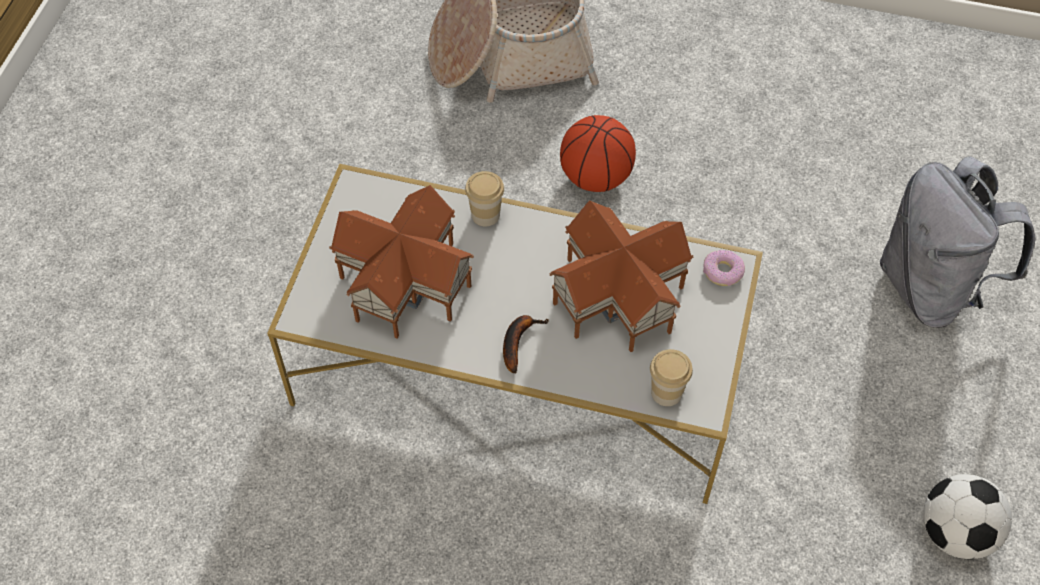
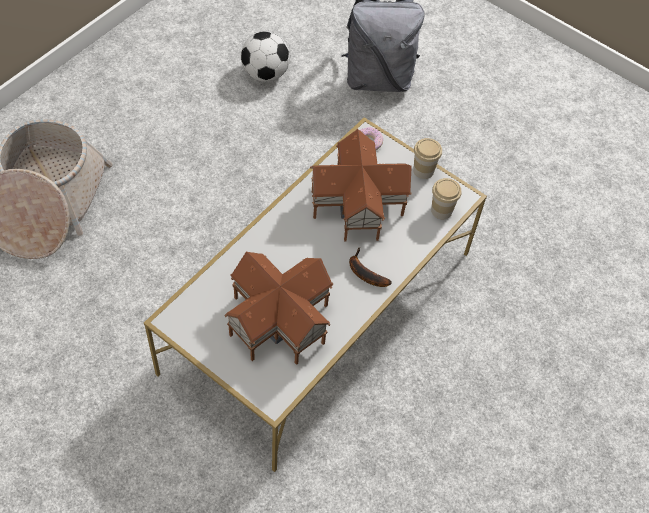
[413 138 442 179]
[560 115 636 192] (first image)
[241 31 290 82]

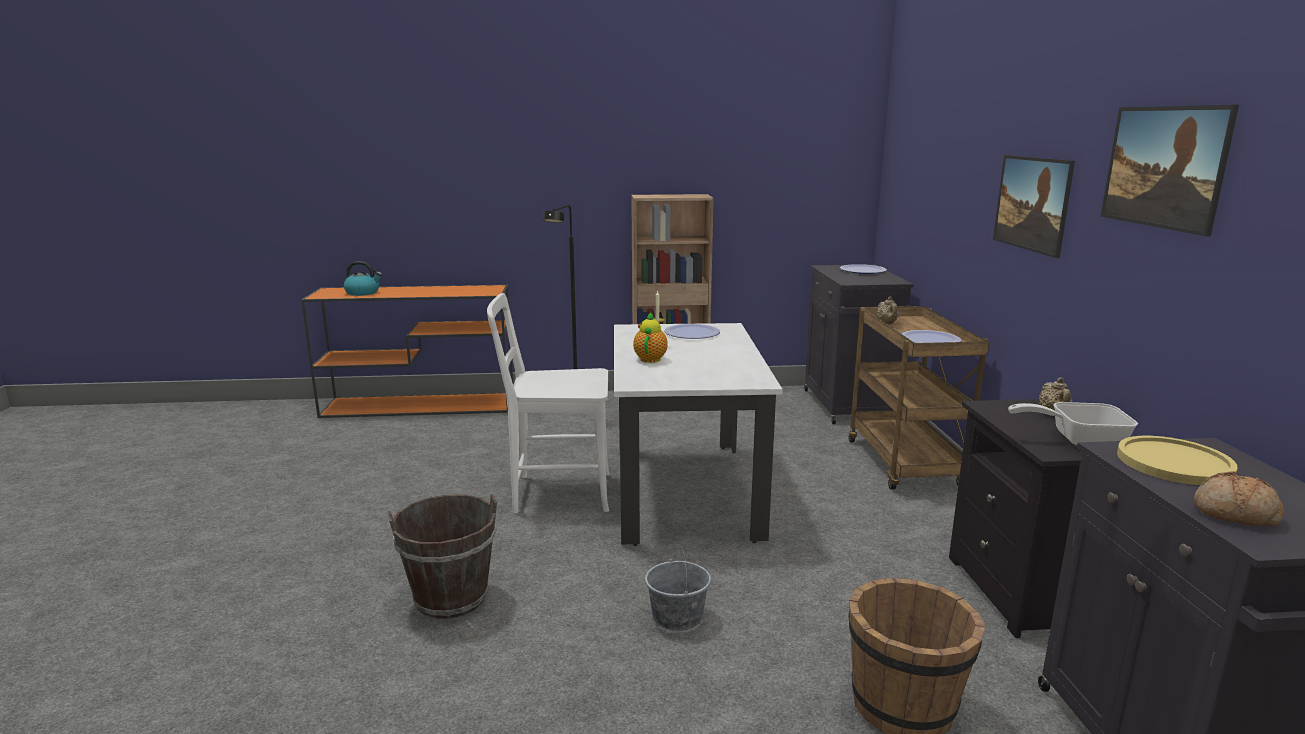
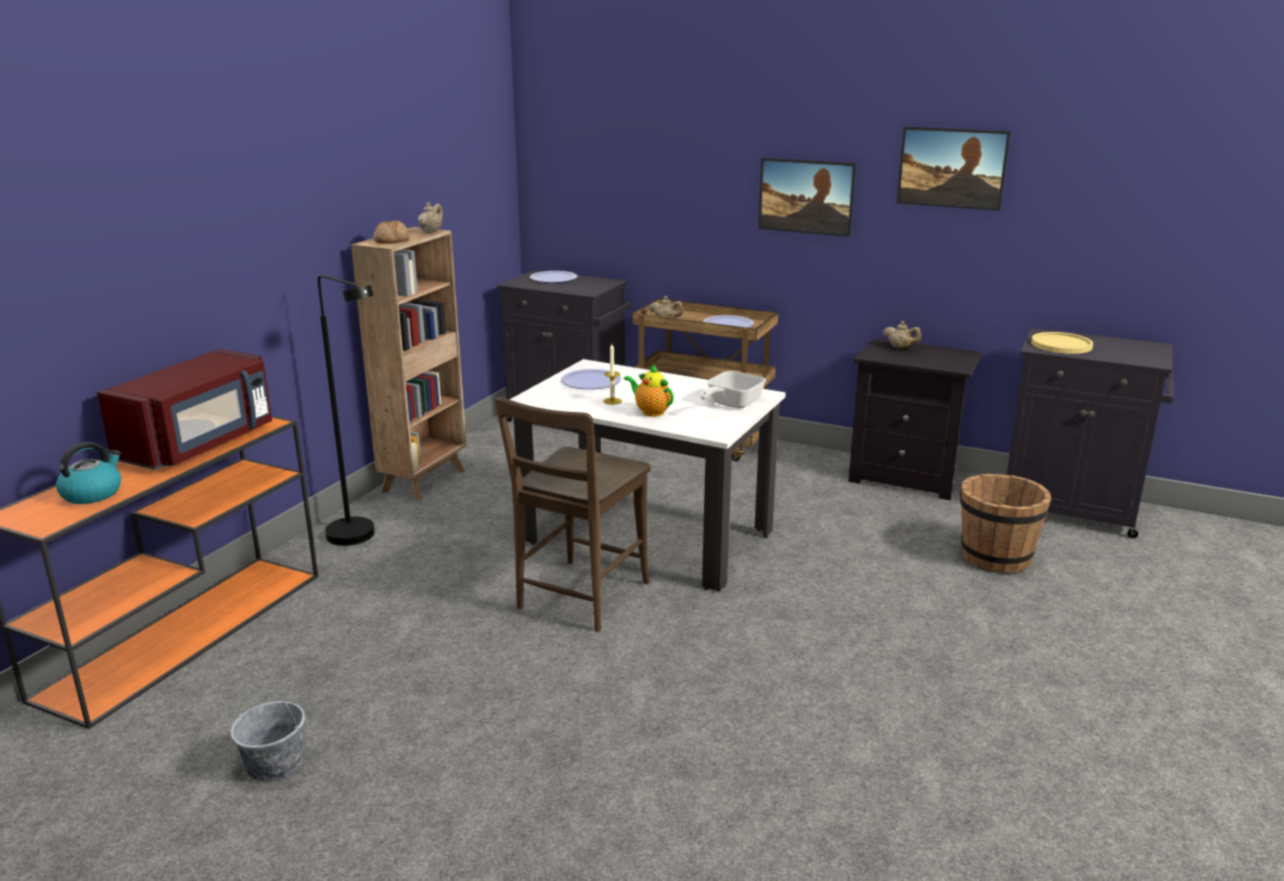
[388 494 497 619] (first image)
[495 397 651 632]
[231 689 305 781]
[700 371 766 408]
[373 220 410 244]
[97 349 272 470]
[418 202 443 233]

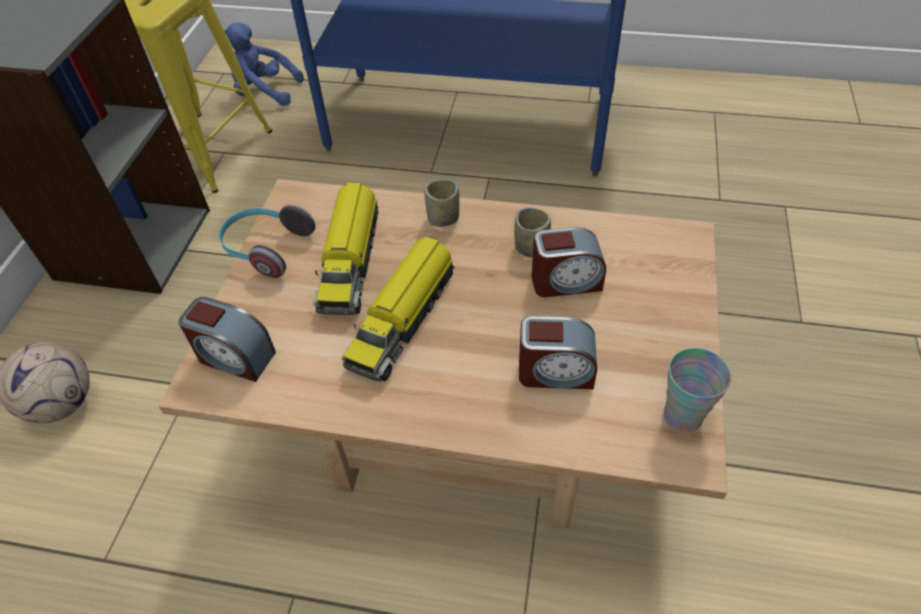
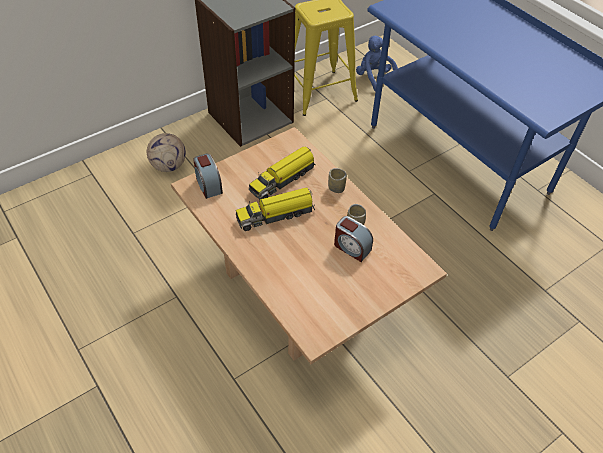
[219 205 315 278] (first image)
[519 316 597 389] (first image)
[664 348 731 432] (first image)

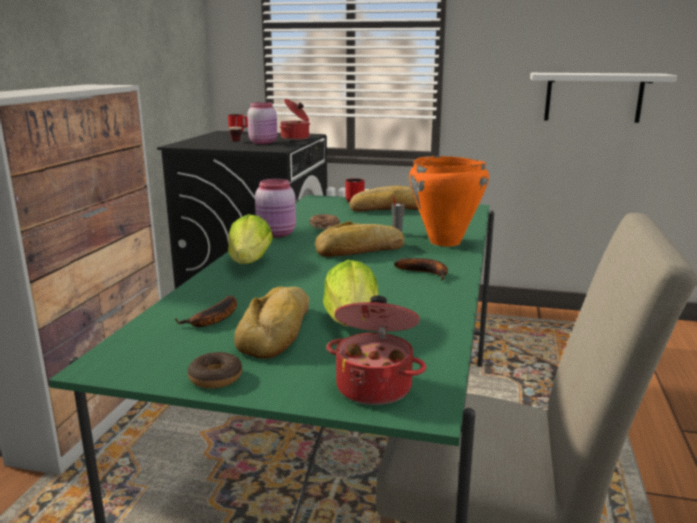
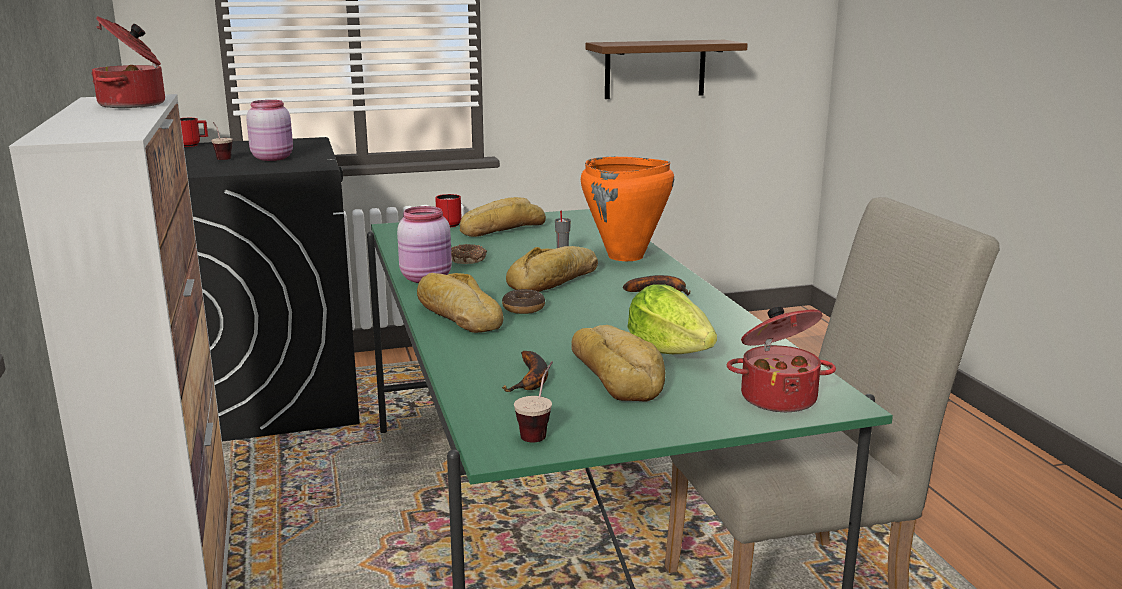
[502 289 545 314]
[417 273 504 333]
[91 16 165 108]
[586 40 748 99]
[514 361 553 442]

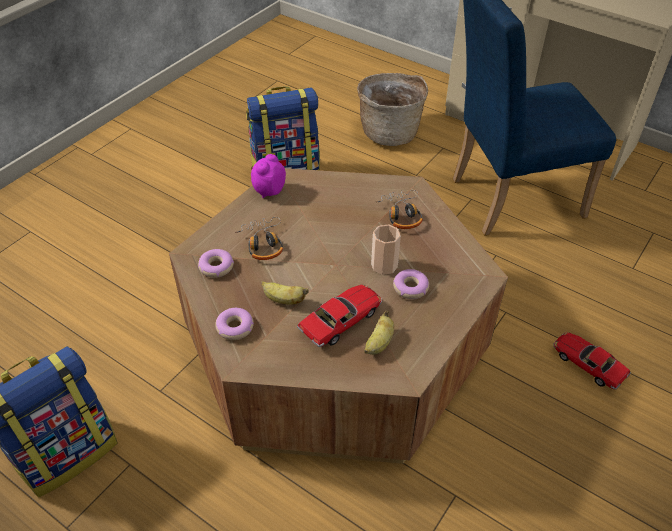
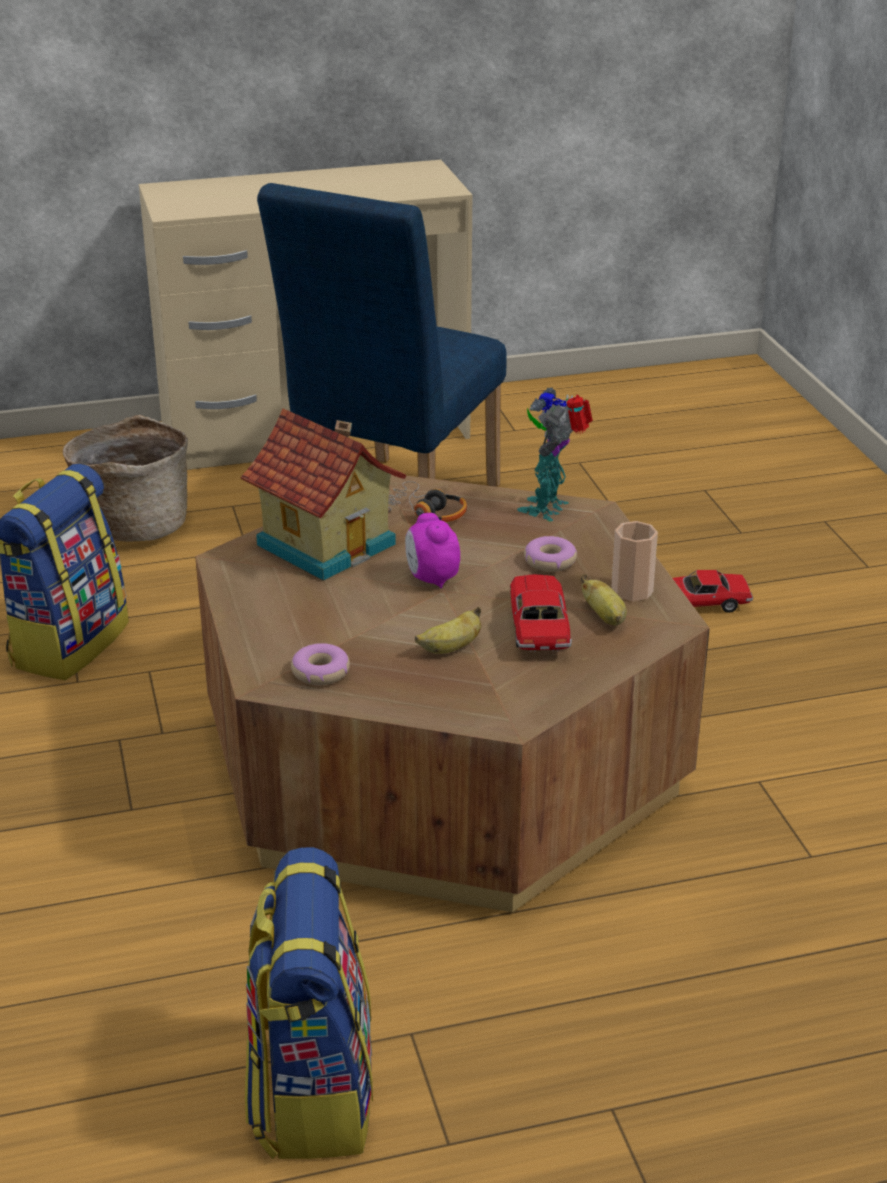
[215 308 254 340] (first image)
[235 217 283 260] (first image)
[405 513 460 589]
[611 521 658 601]
[241 408 406 581]
[517 388 593 521]

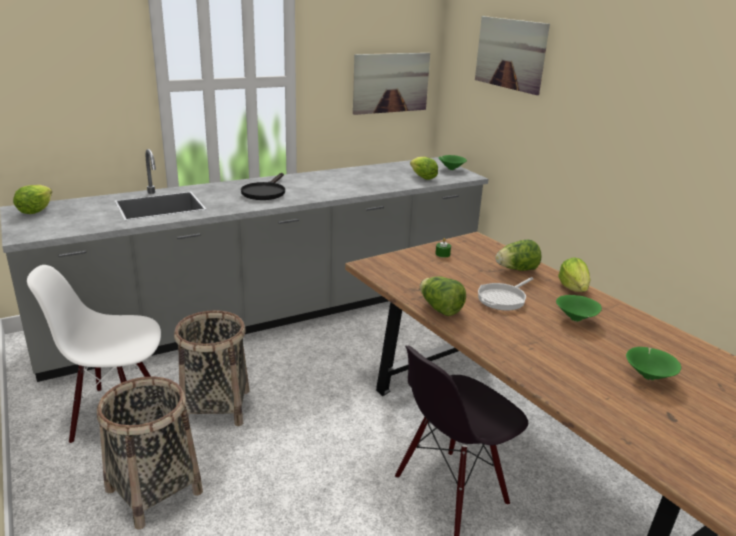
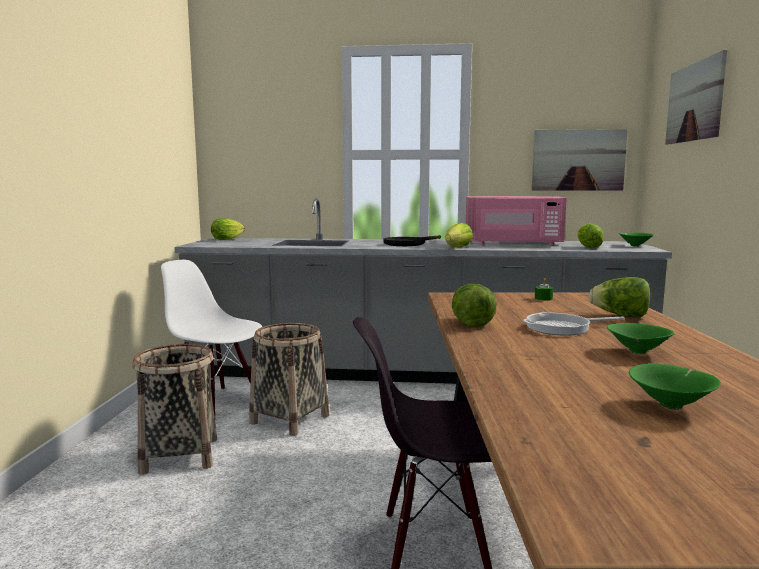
[445 223 473 247]
[466 196 567 245]

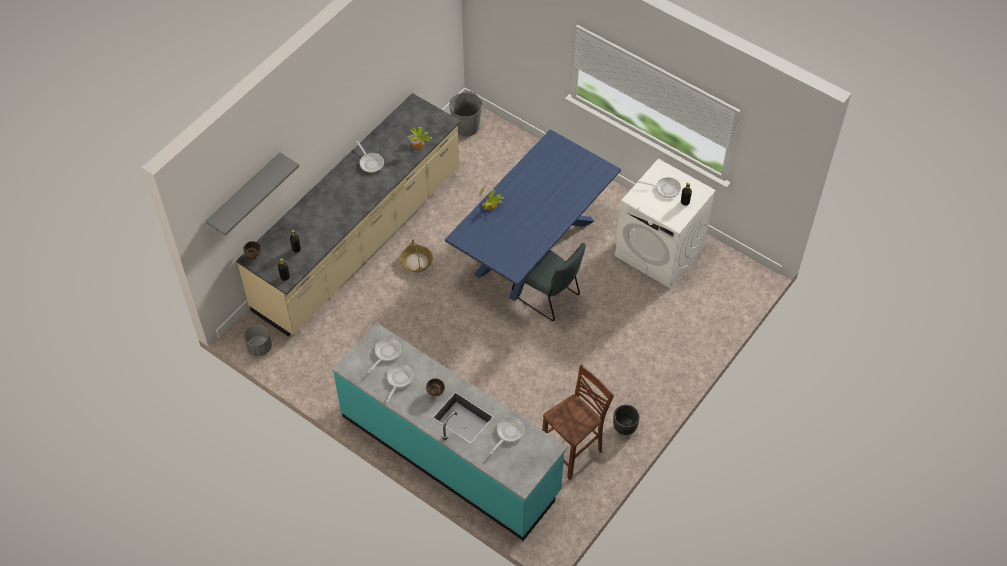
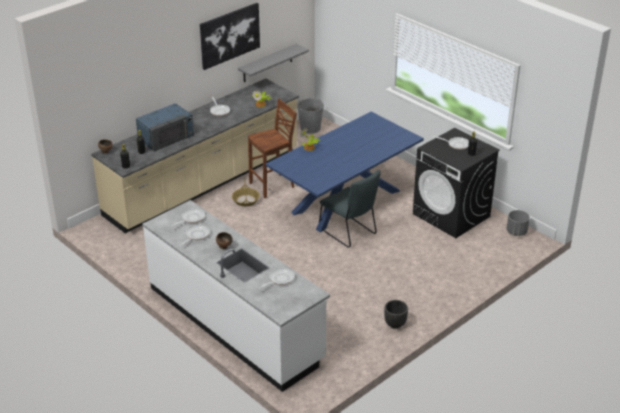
[238 44 309 82]
[507 210 530 236]
[142 200 330 392]
[248 99 297 198]
[413 128 500 238]
[136 103 194 151]
[200 3 260 70]

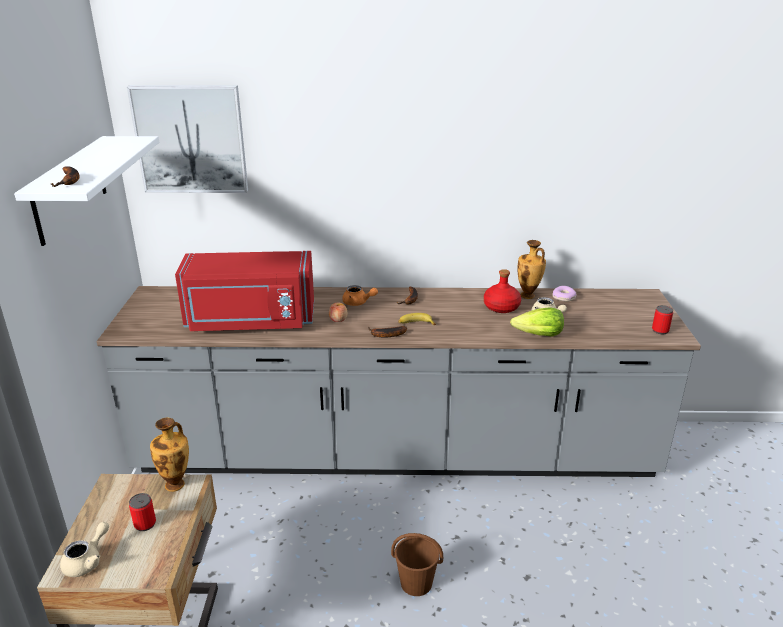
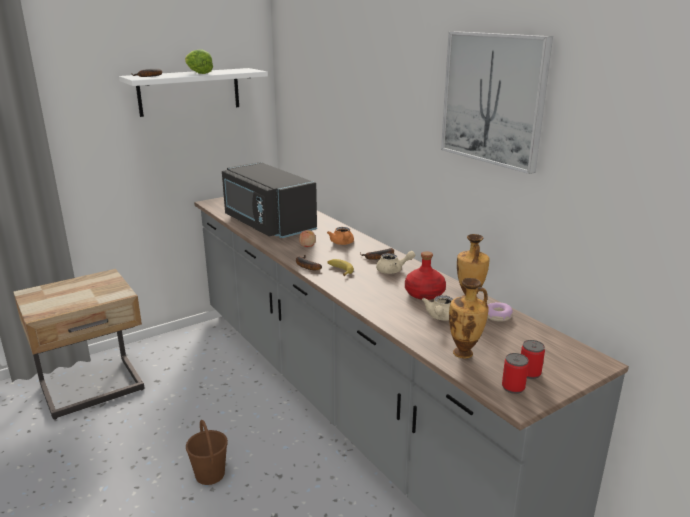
[376 251 415 274]
[441 31 553 174]
[521 340 545 379]
[449 278 489 358]
[222 162 317 238]
[185 49 213 74]

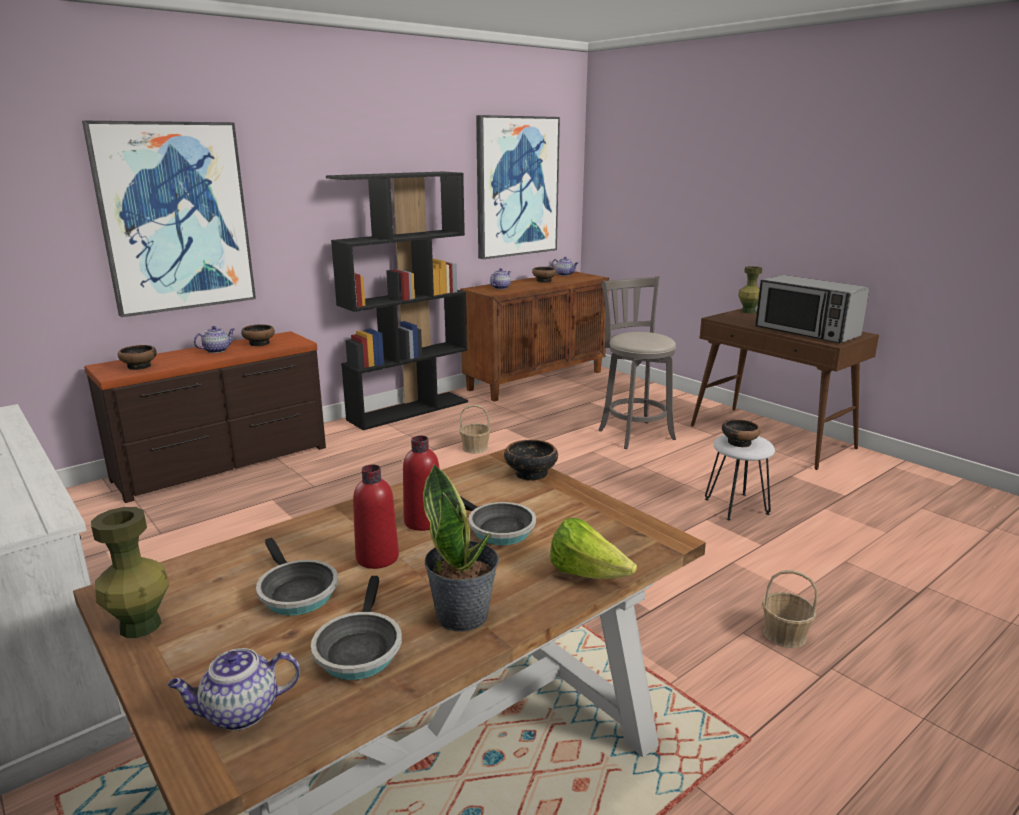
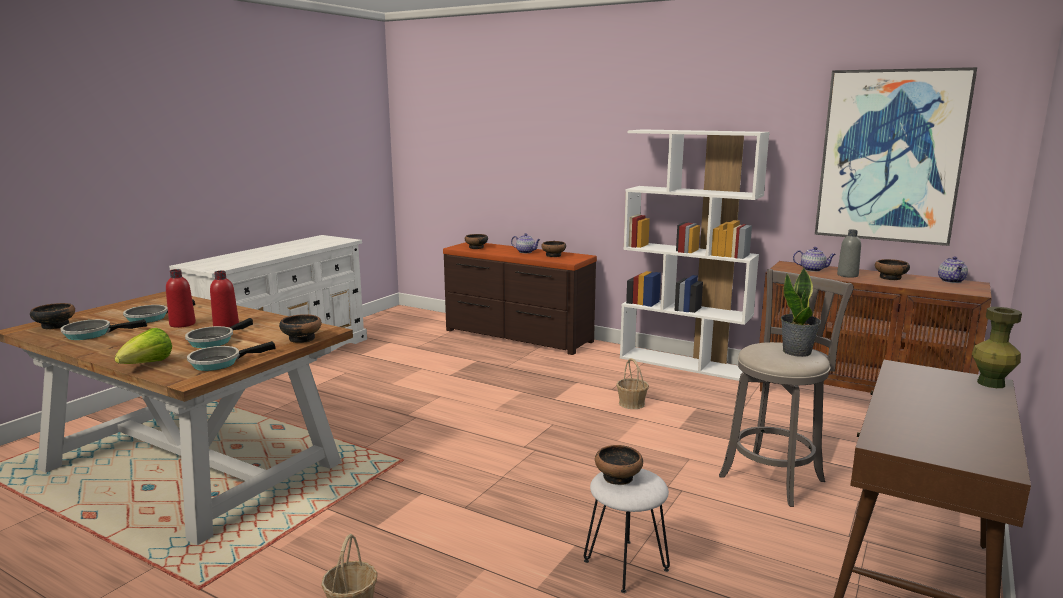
[82 121 256 317] (first image)
[91 507 169 638] (first image)
[30 303 75 329]
[620 129 770 381]
[781 268 821 357]
[755 275 869 343] (first image)
[187 341 276 371]
[837 229 861 278]

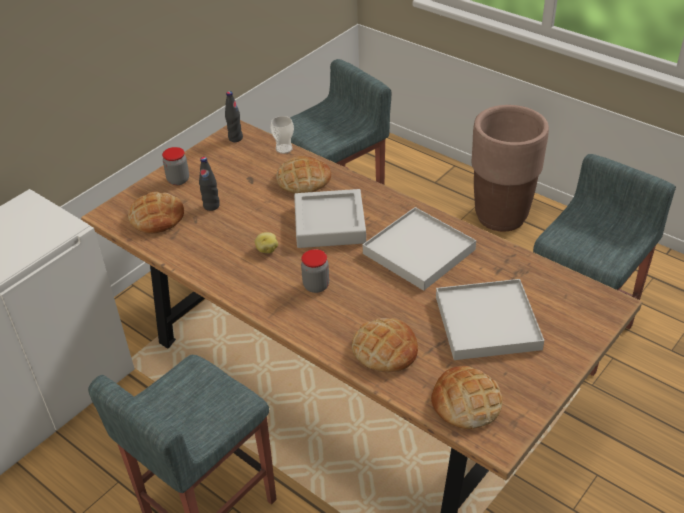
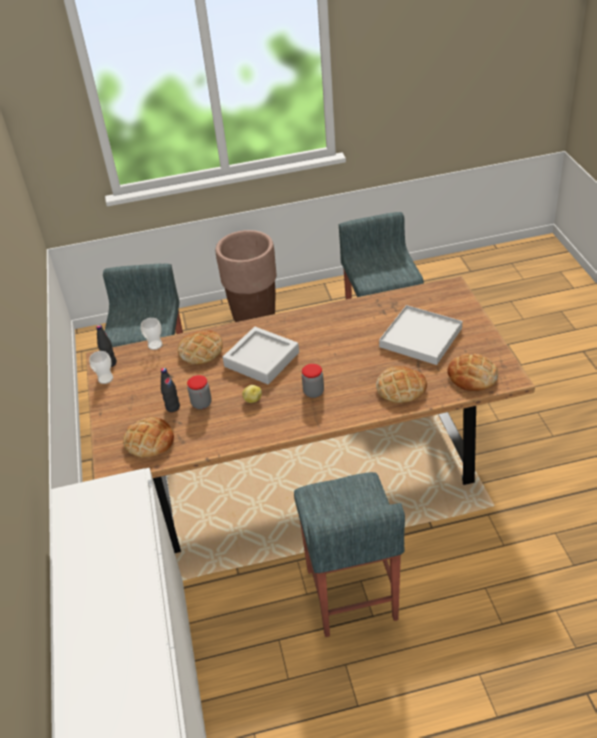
[187 375 212 409]
[363 207 476 291] (first image)
[89 351 113 384]

